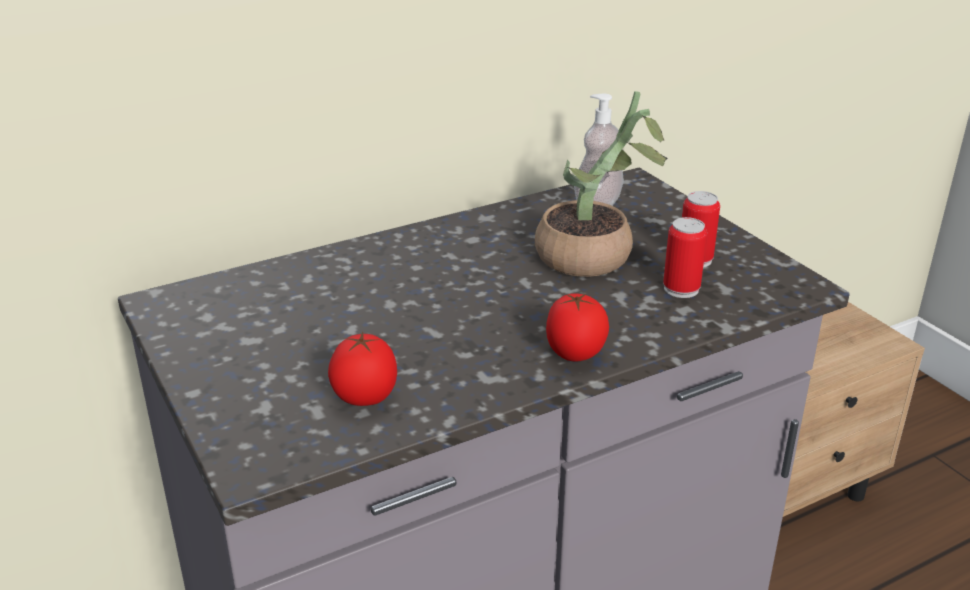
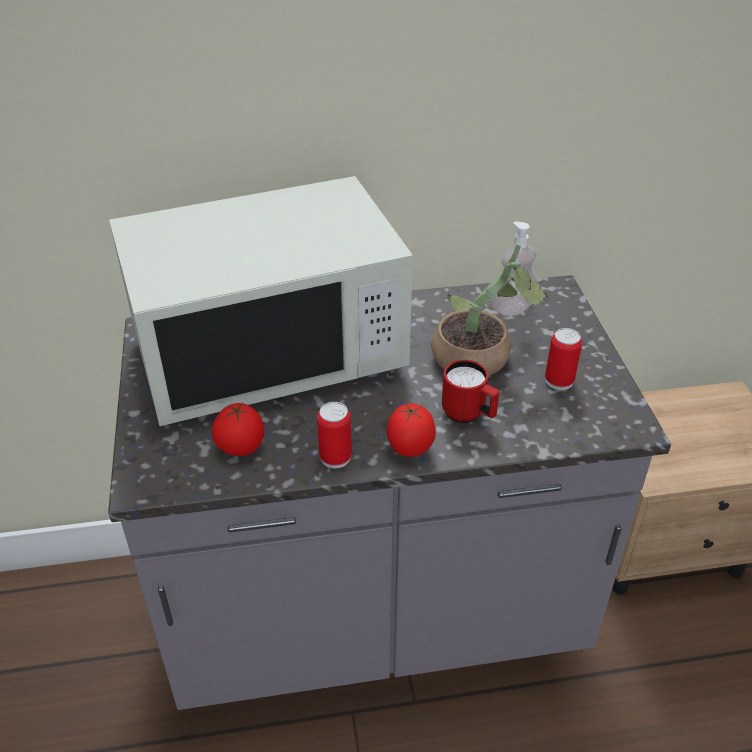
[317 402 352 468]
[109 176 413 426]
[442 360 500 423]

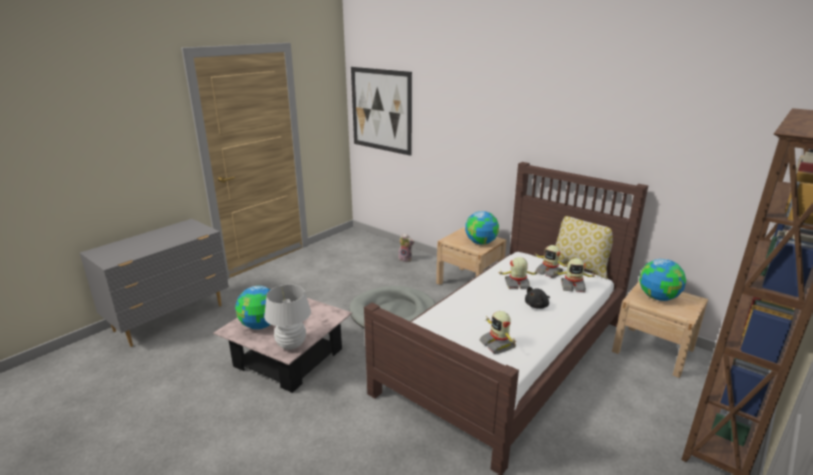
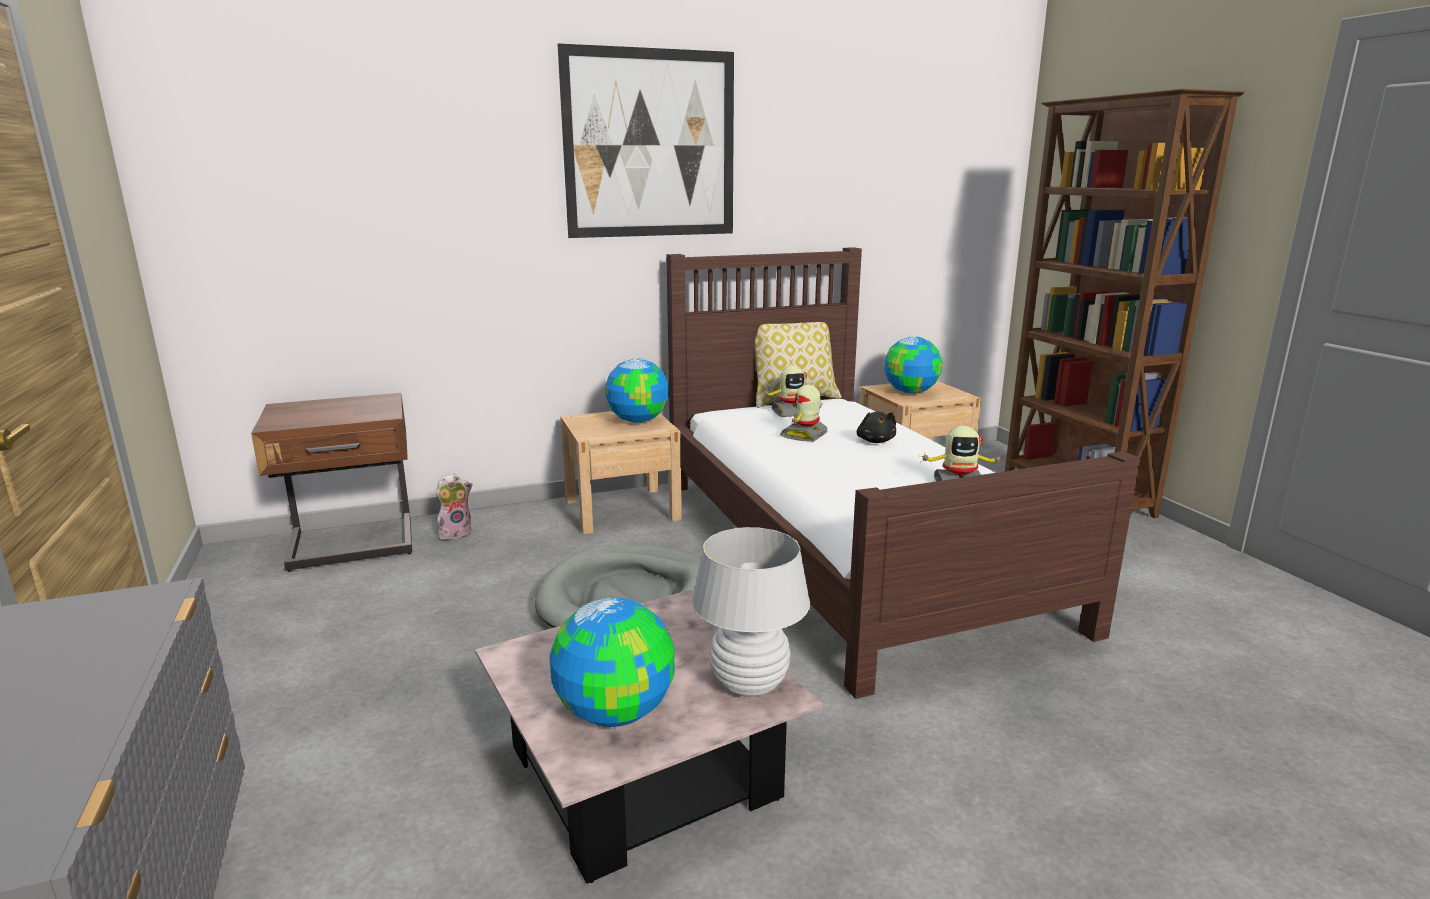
[557 43 734 238]
[553 258 597 292] (first image)
[251 393 412 572]

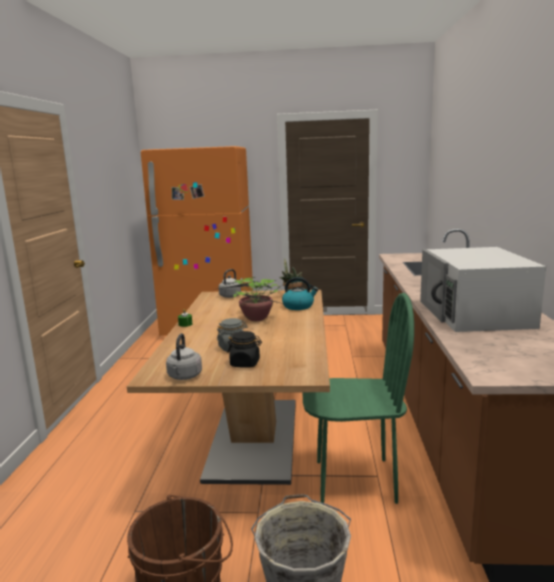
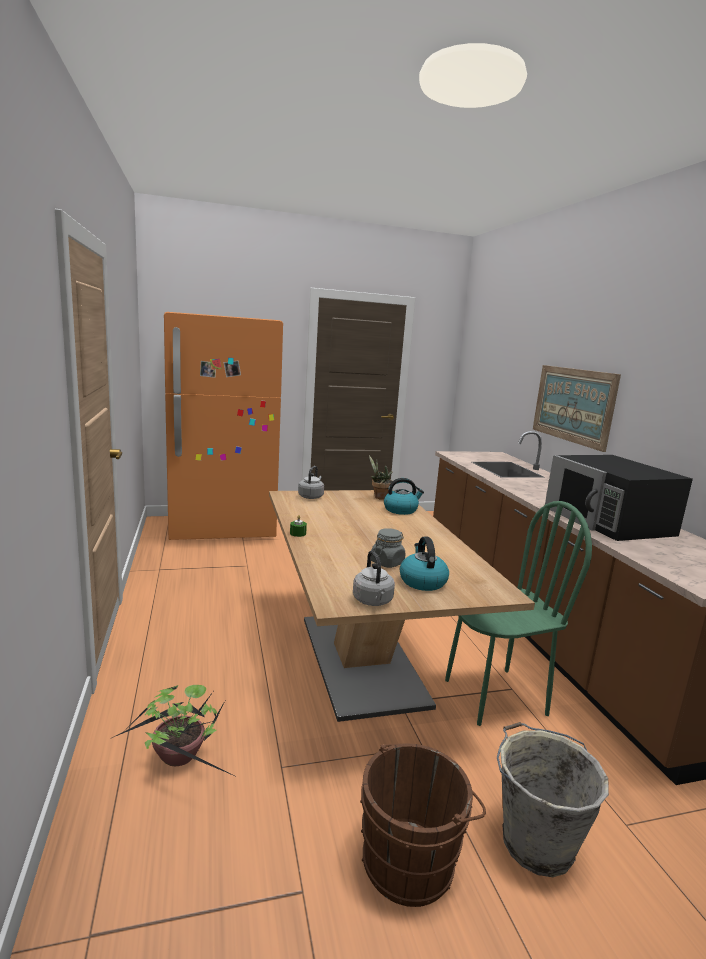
[112 685 239 778]
[400 537 449 591]
[545 455 693 541]
[533 365 621 452]

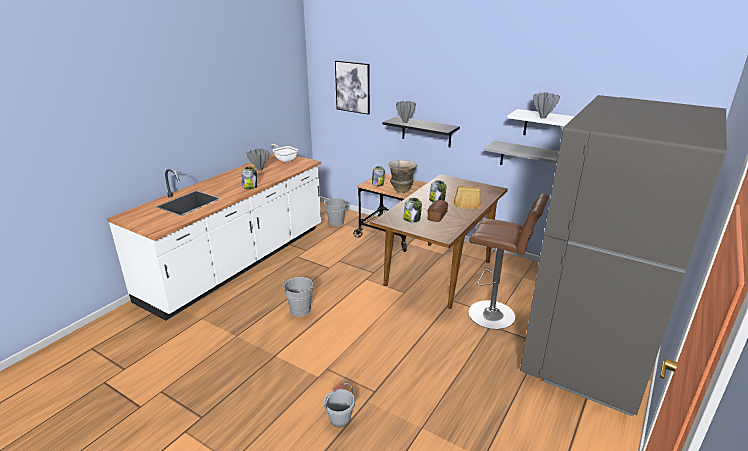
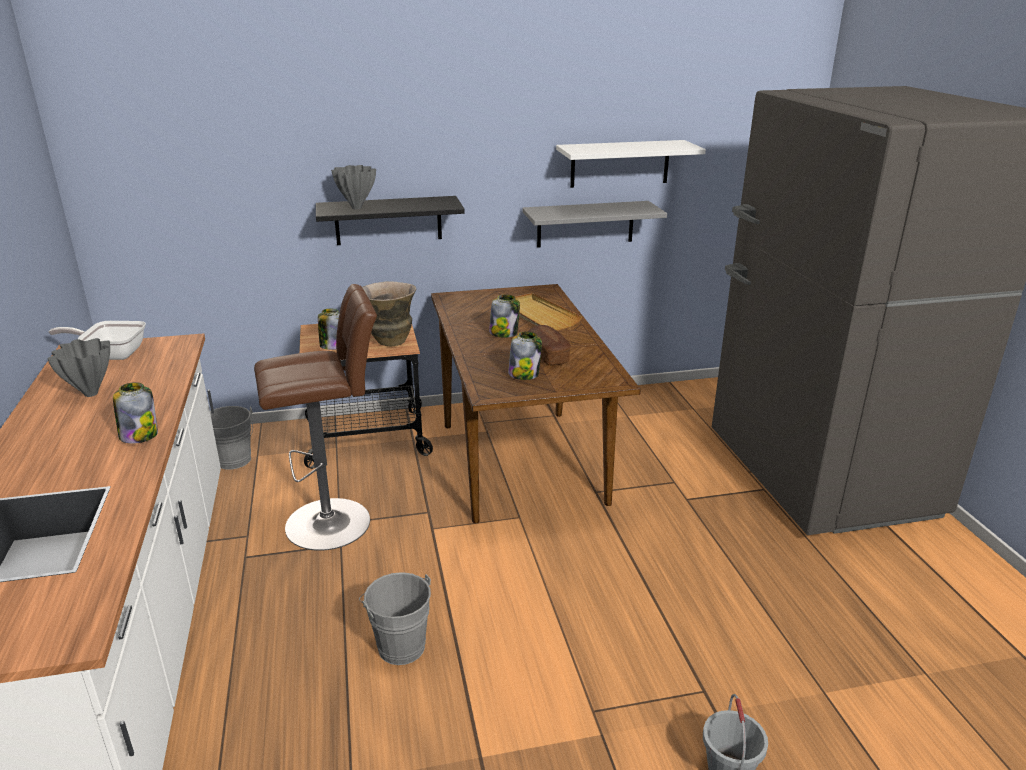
[335 61 370 115] (first image)
[254 284 377 551]
[533 92 560 119] (first image)

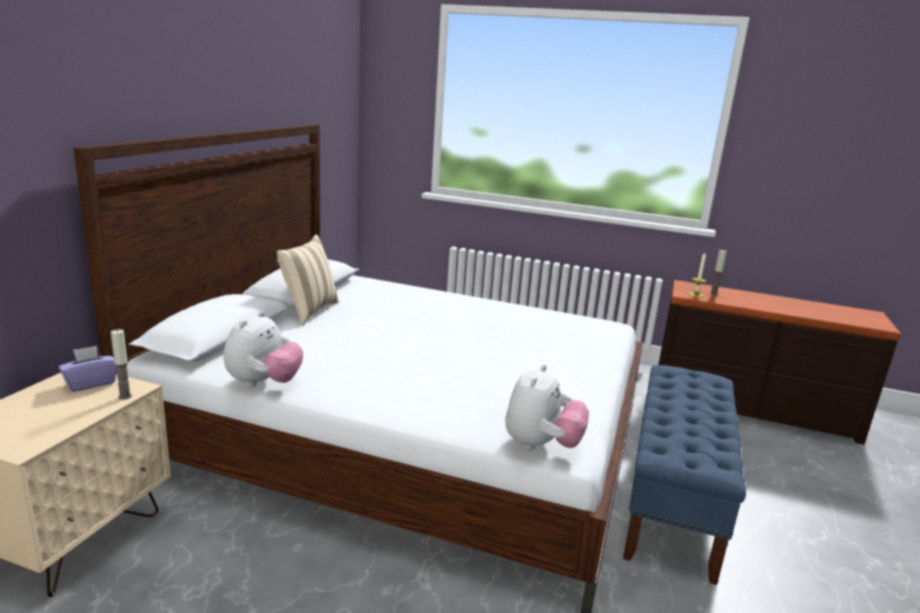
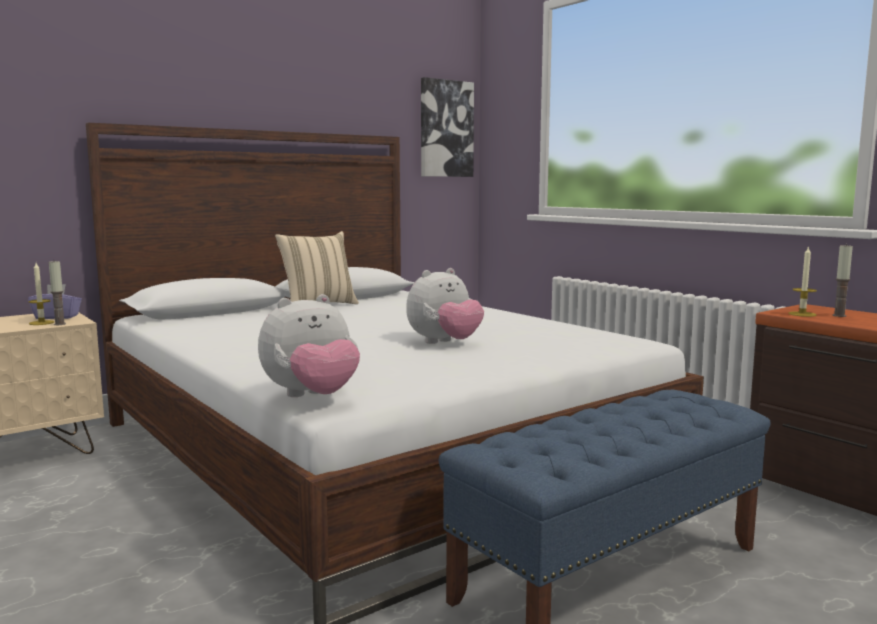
[406 268 484 344]
[29 263 54 325]
[421 77 474 177]

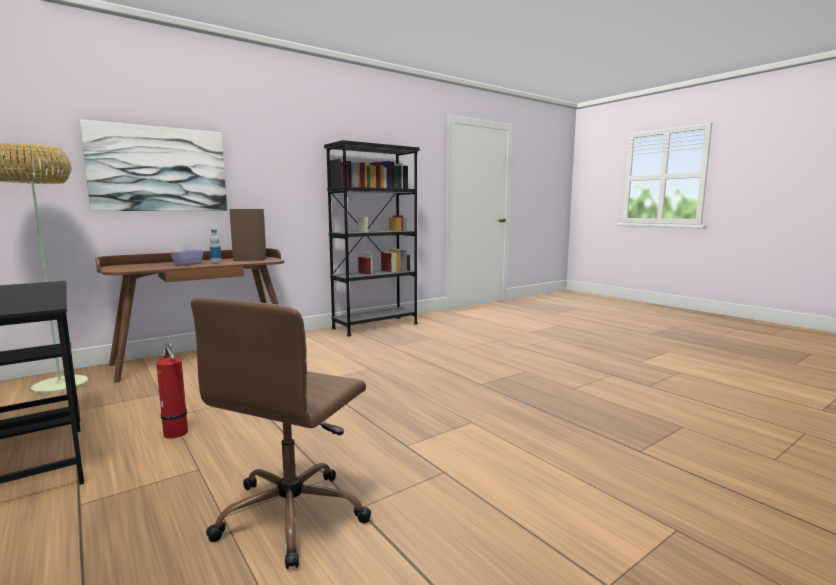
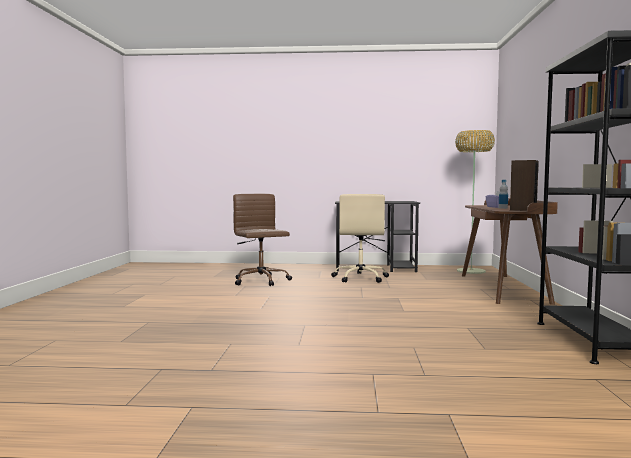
[80 119 227 211] (first image)
[331 194 389 283]

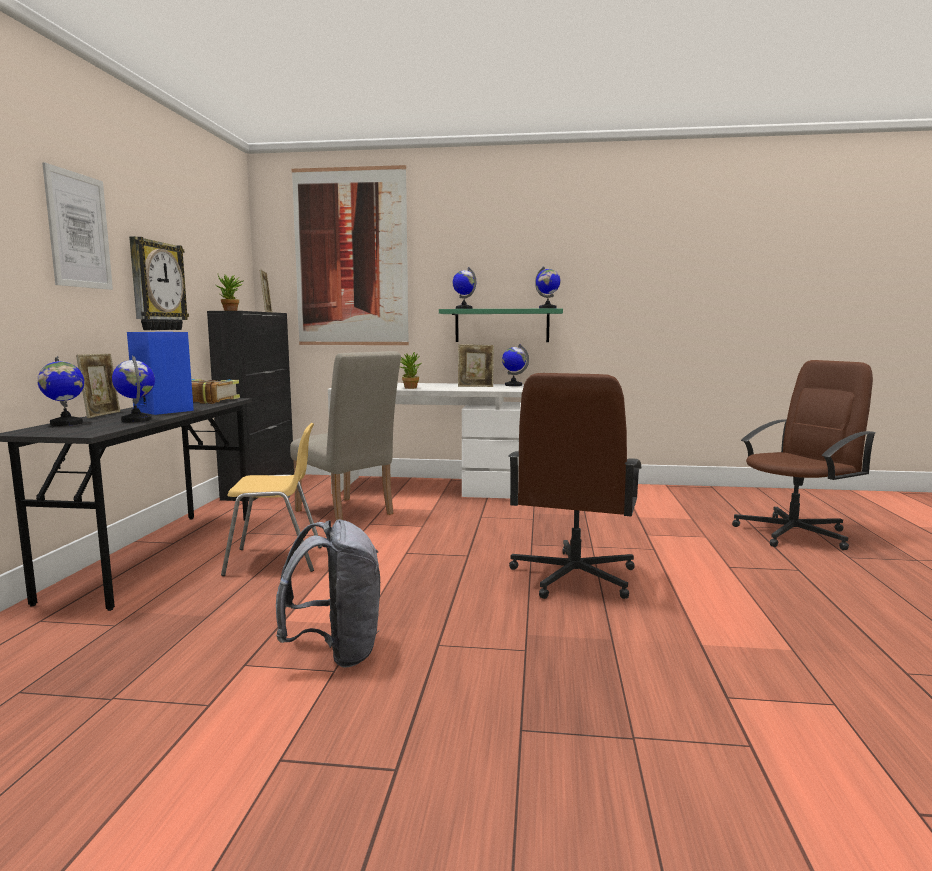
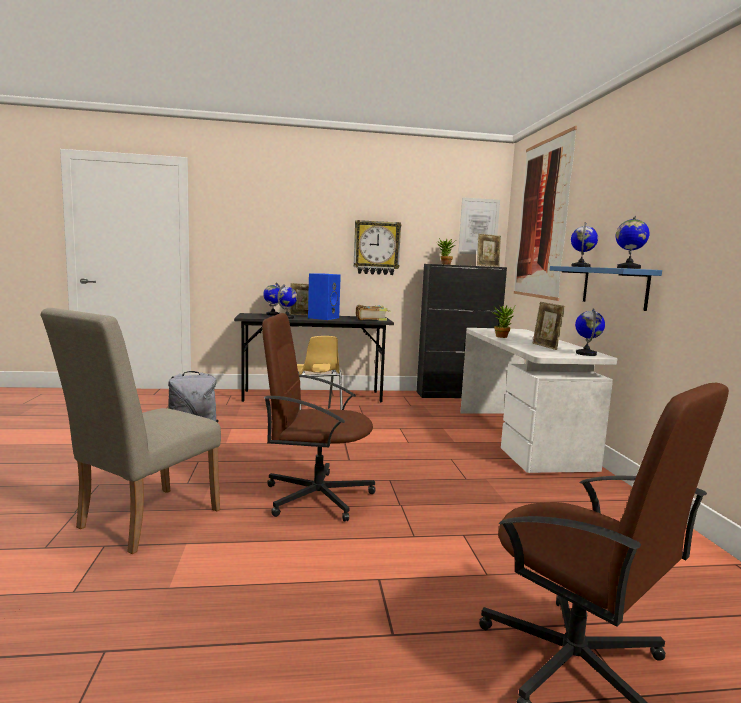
[458 197 500 254]
[41 308 221 554]
[550 266 662 311]

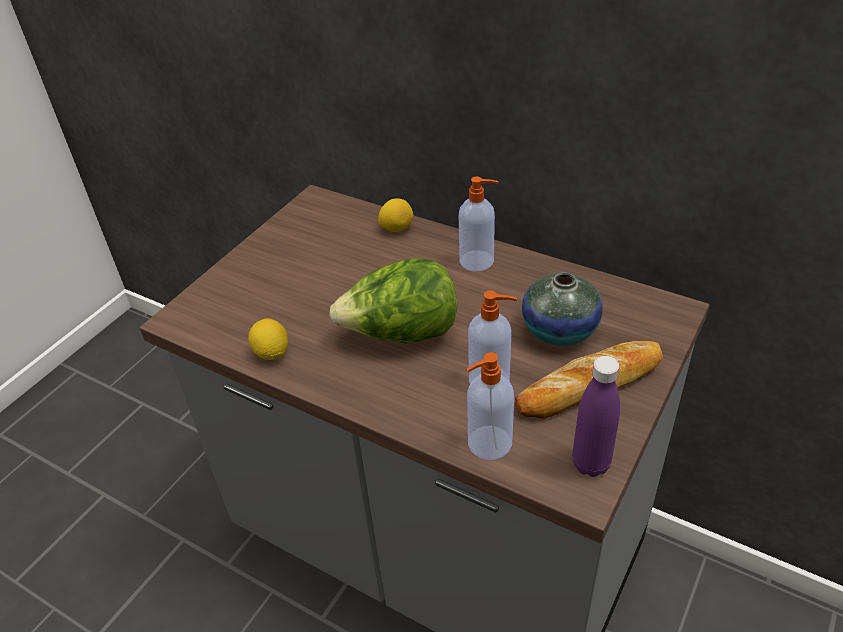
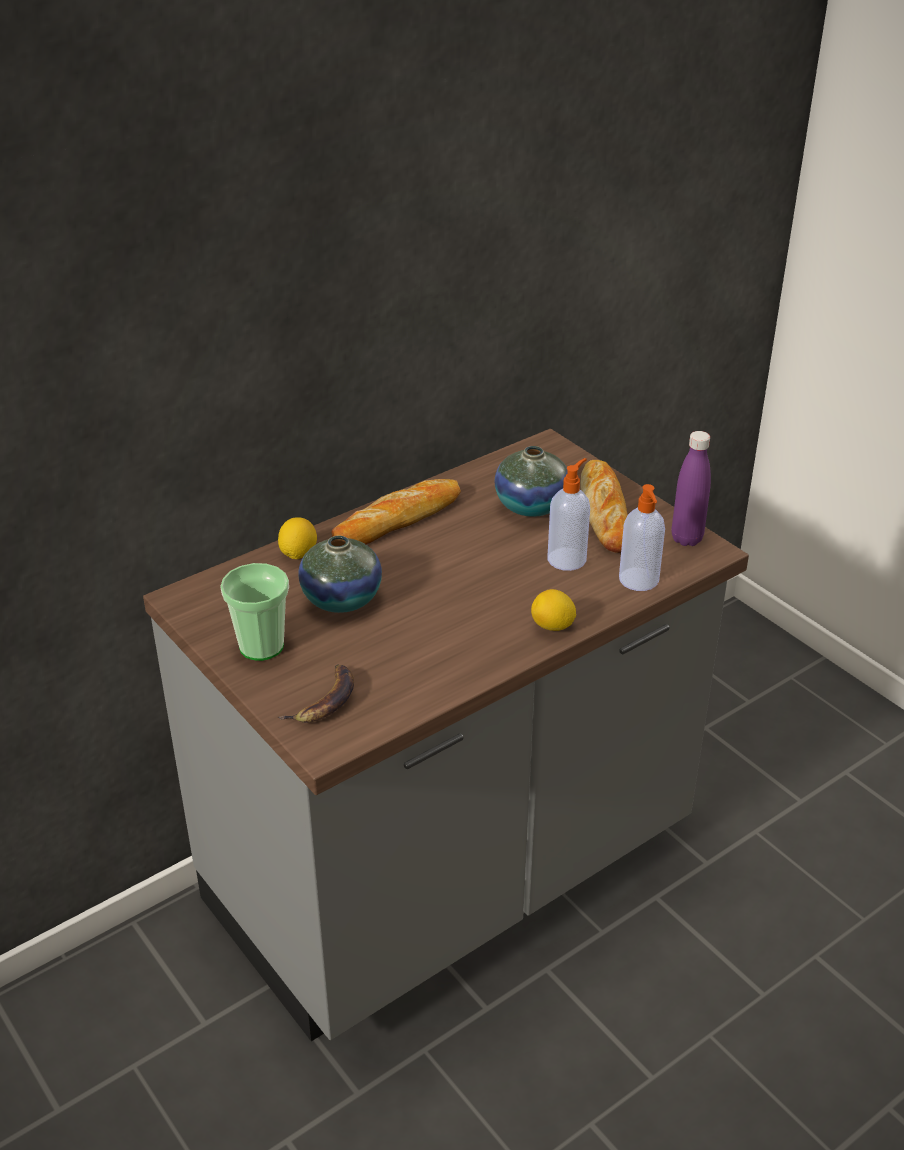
[531 589 576 631]
[329 258 457 344] (first image)
[332 479 461 544]
[220 563 289 661]
[278 664 354 723]
[298 536 382 613]

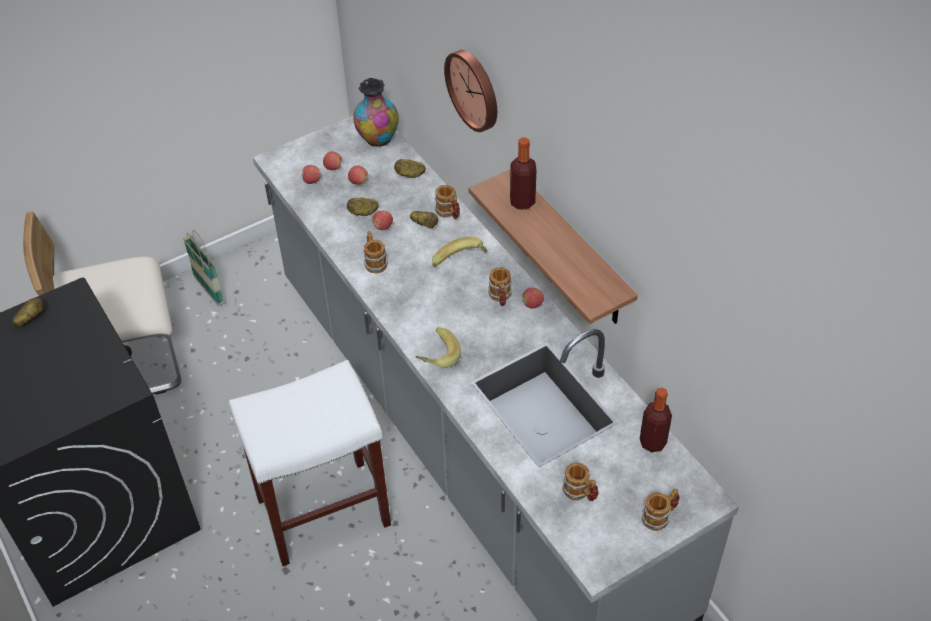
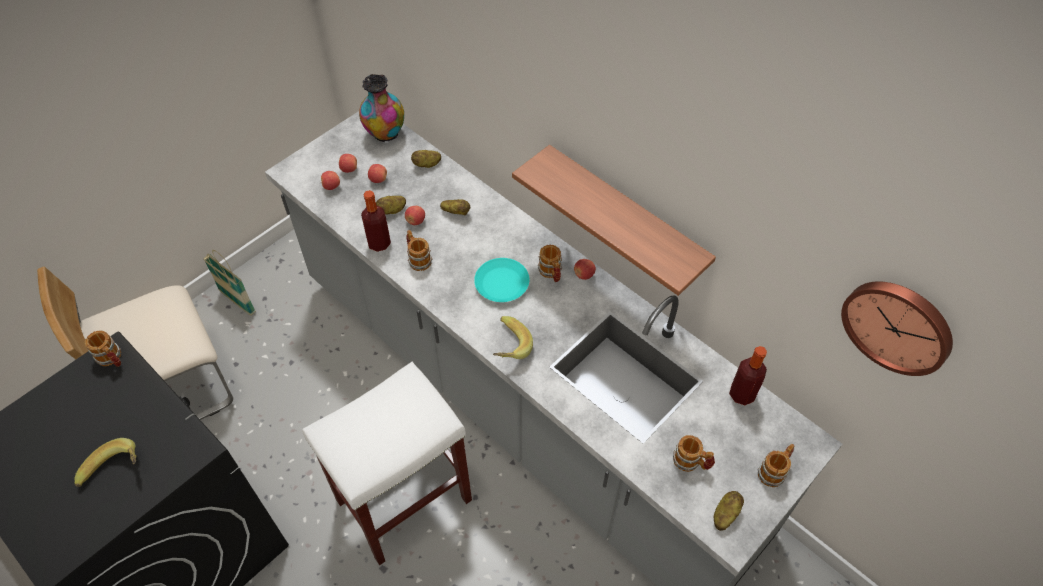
[714 491 744 531]
[75 438 137 487]
[85 331 121 367]
[841 281 953 376]
[361 190 391 252]
[474 258 530 302]

